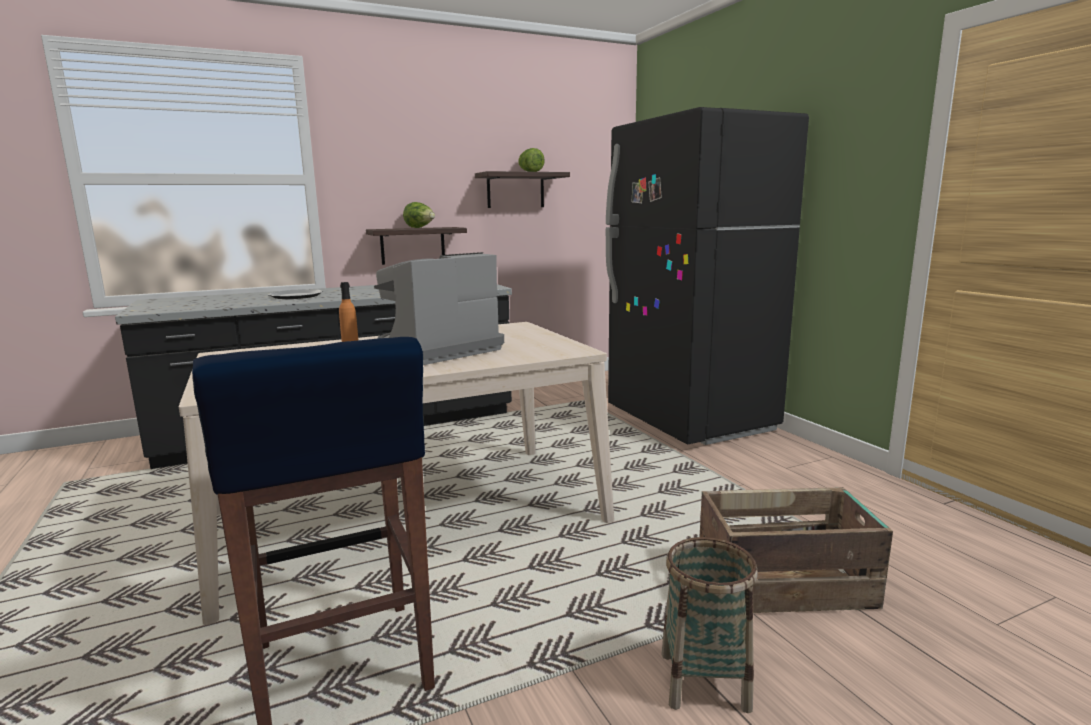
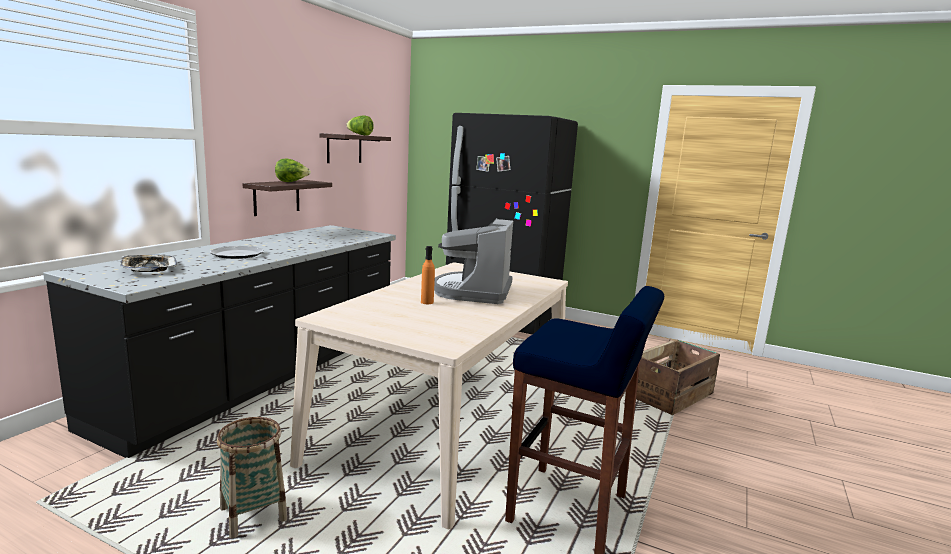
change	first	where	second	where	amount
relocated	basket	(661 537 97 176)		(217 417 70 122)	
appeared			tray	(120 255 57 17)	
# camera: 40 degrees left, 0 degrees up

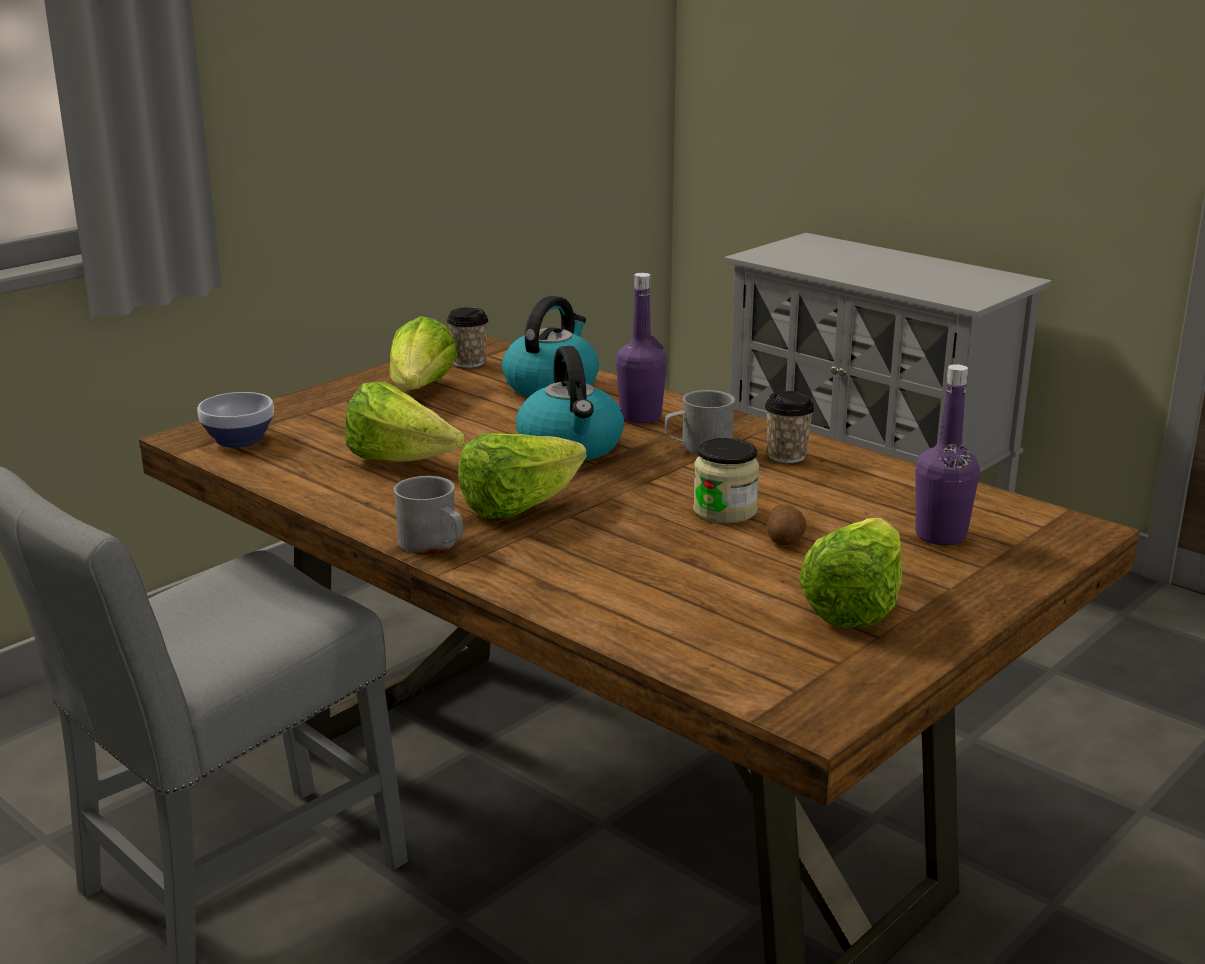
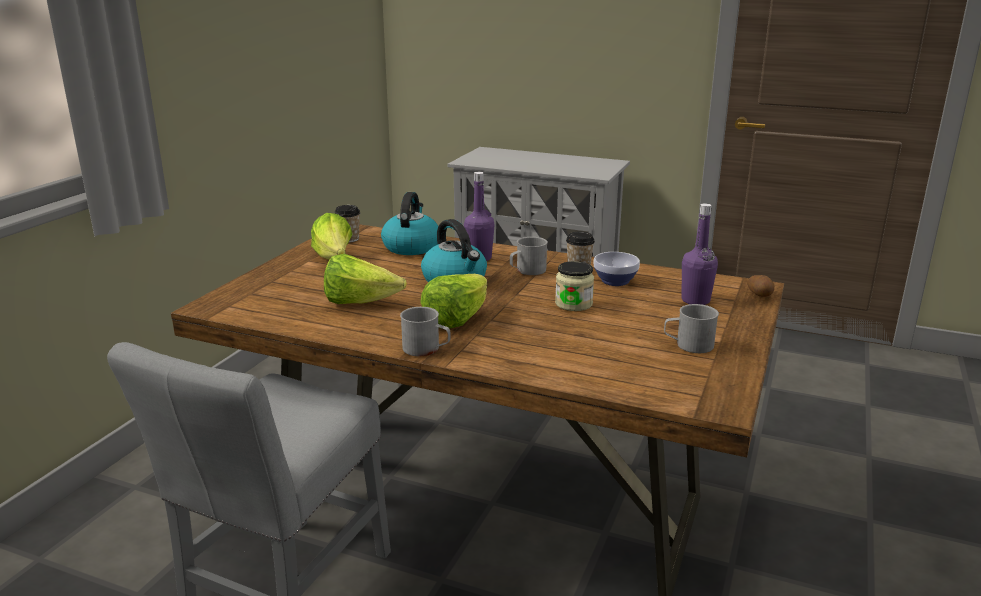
change	first	where	second	where	amount
relocated	bowl	(198 392 76 56)		(594 252 46 34)	
relocated	potato	(767 504 40 41)		(747 275 27 22)	
exchanged	lettuce	(799 518 103 110)	grey mug	(664 304 55 49)	
# camera: 20 degrees left, 0 degrees up

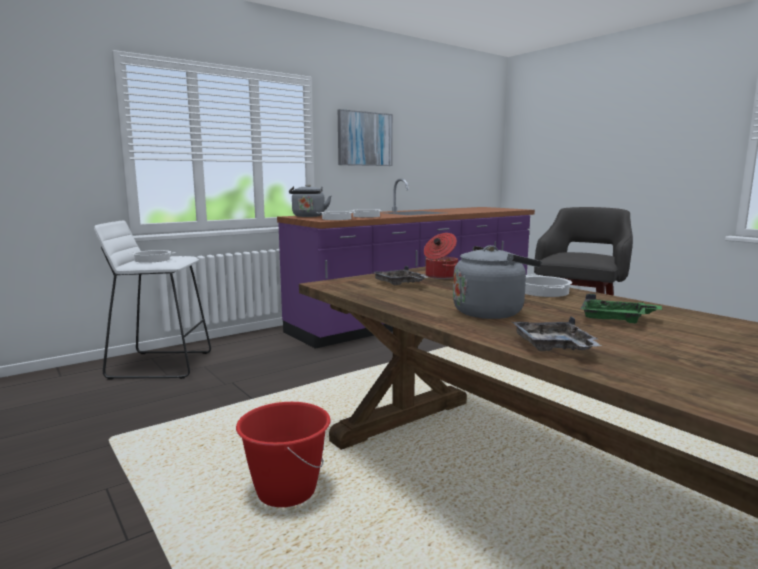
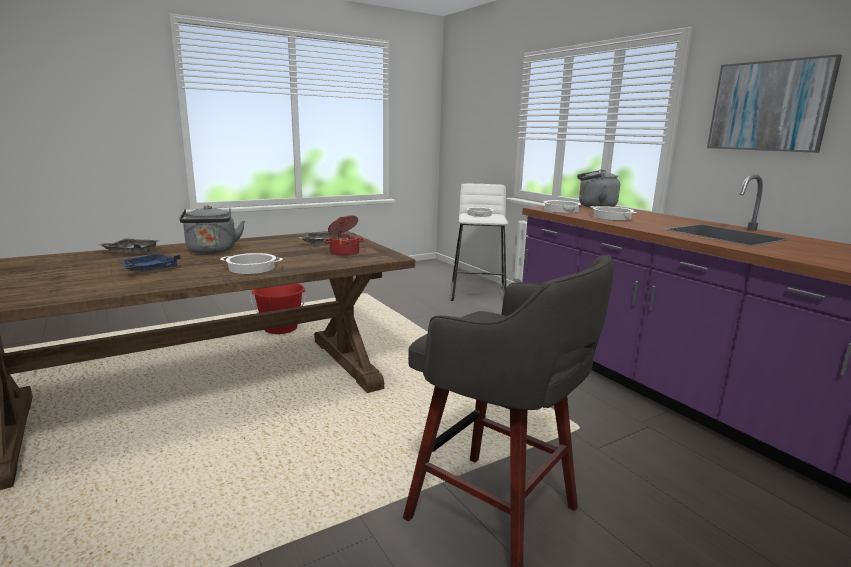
change	first	where	second	where	amount
colour	green tray	(581 294 81 29)	blue tray	(119 253 62 19)	
# camera: 95 degrees right, 5 degrees up

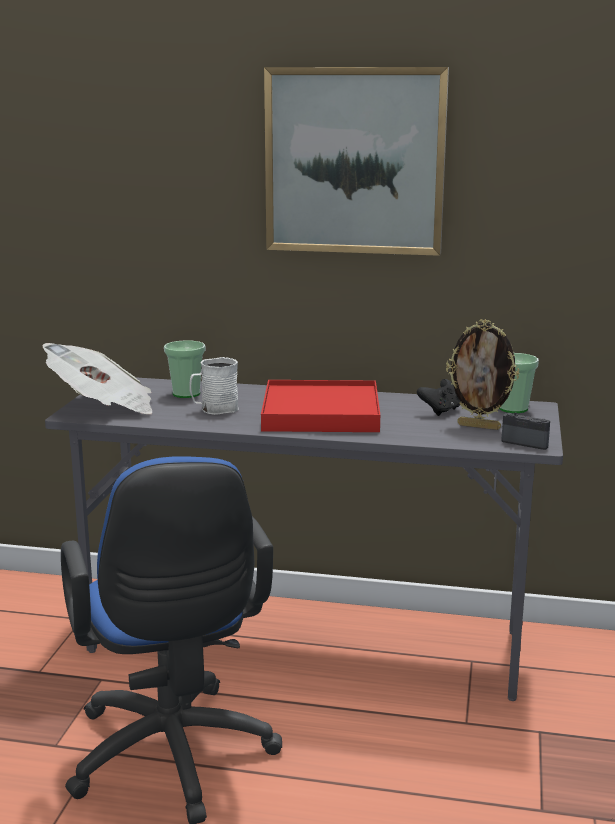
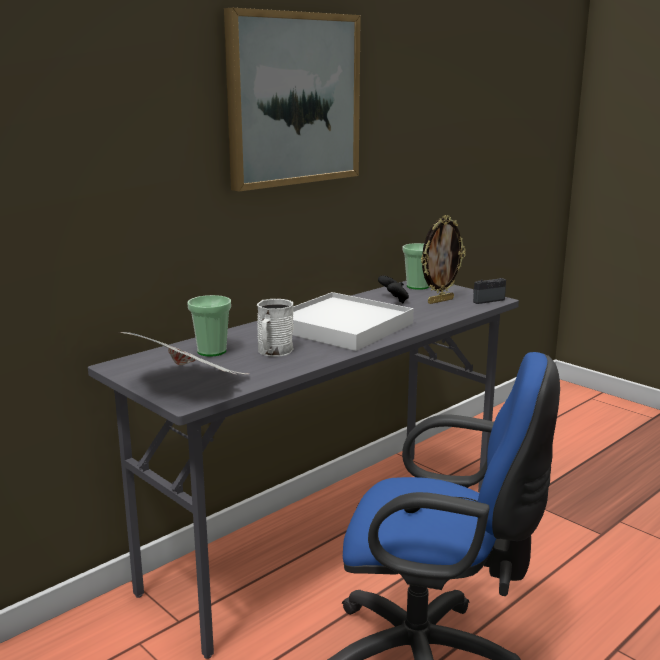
change	first	where	second	where	amount
colour	red tray	(261 380 119 52)	white tray	(293 292 121 59)	
# camera: 55 degrees left, 0 degrees up

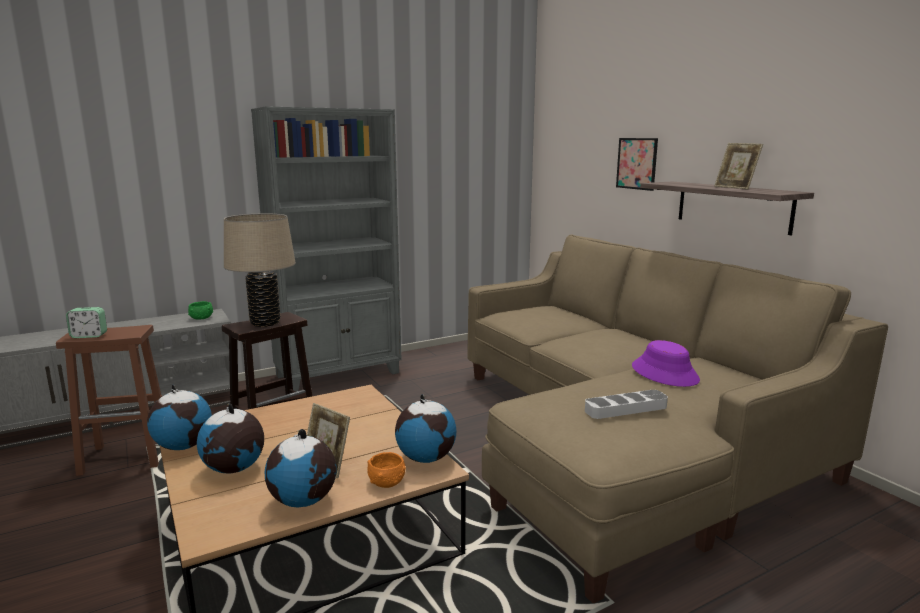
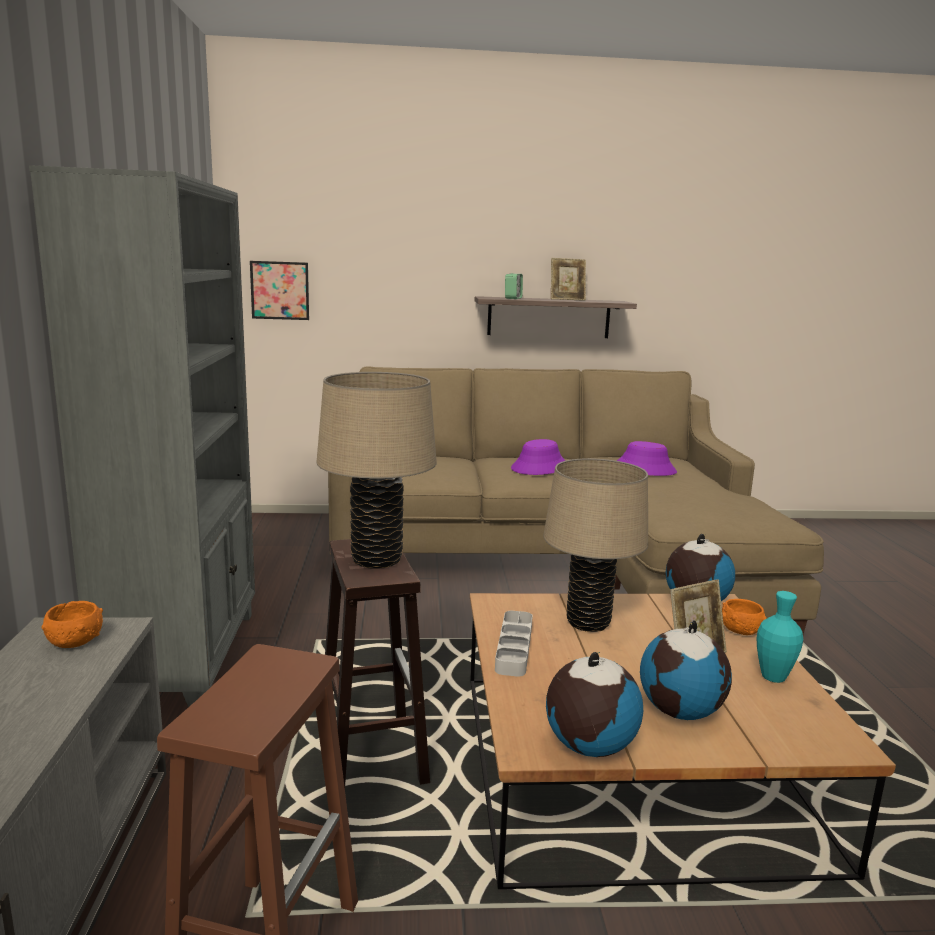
change	first	where	second	where	amount
relocated	picture	(616 138 42 53)		(250 261 59 59)	
colour	green bowl	(188 301 25 19)	orange bowl	(41 601 62 47)	
relocated	alarm clock	(66 307 41 31)		(505 273 18 26)	
relocated	grey tray	(585 390 83 29)		(495 610 38 67)	
exchanged	globe	(265 429 72 78)	turquoise vase	(757 591 46 92)	
appeared			purple hat	(511 439 54 36)	
appeared			beige table lamp	(543 458 105 174)	
# camera: 65 degrees left, 0 degrees up

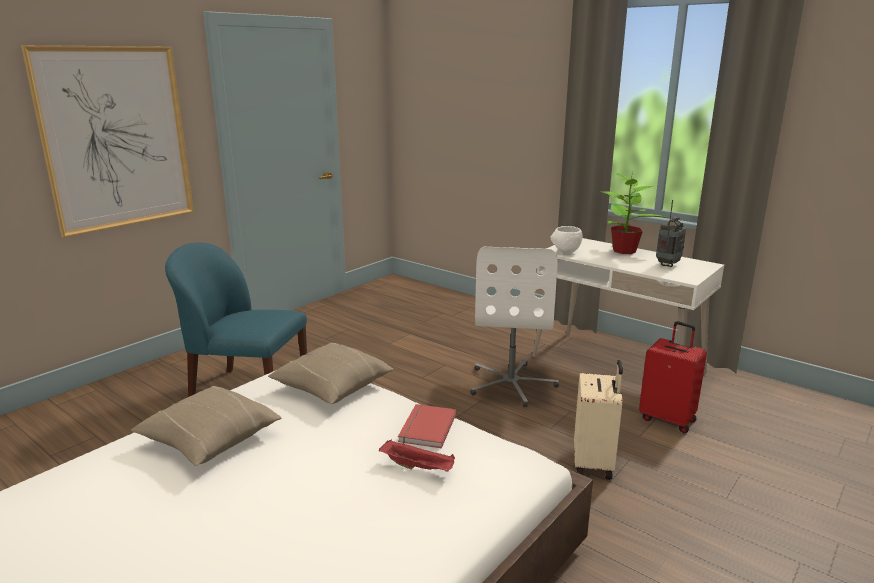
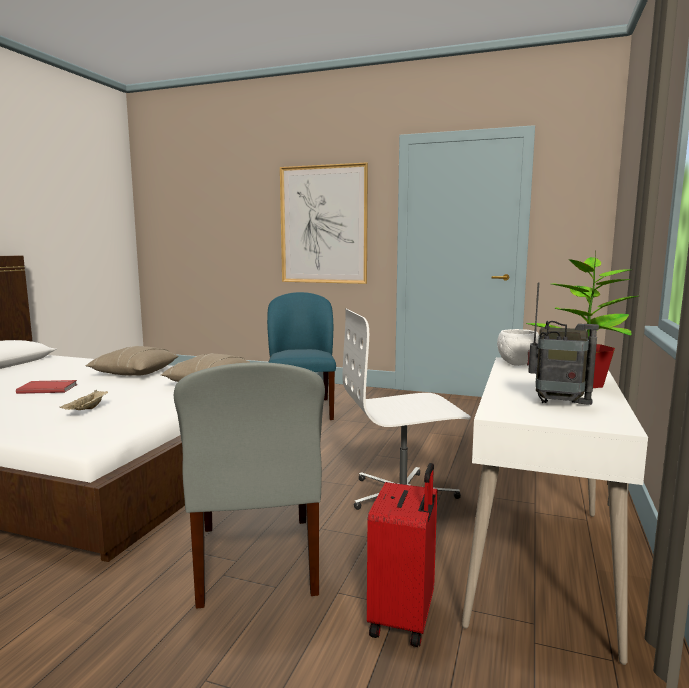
change	first	where	second	where	amount
exchanged	beige suitcase	(574 360 49 120)	grey chair	(174 362 151 247)	
relocated	red book	(398 404 59 45)		(16 380 61 14)	
colour	red tray	(379 439 76 33)	beige tray	(60 390 48 20)	
# camera: 70 degrees right, 10 degrees down

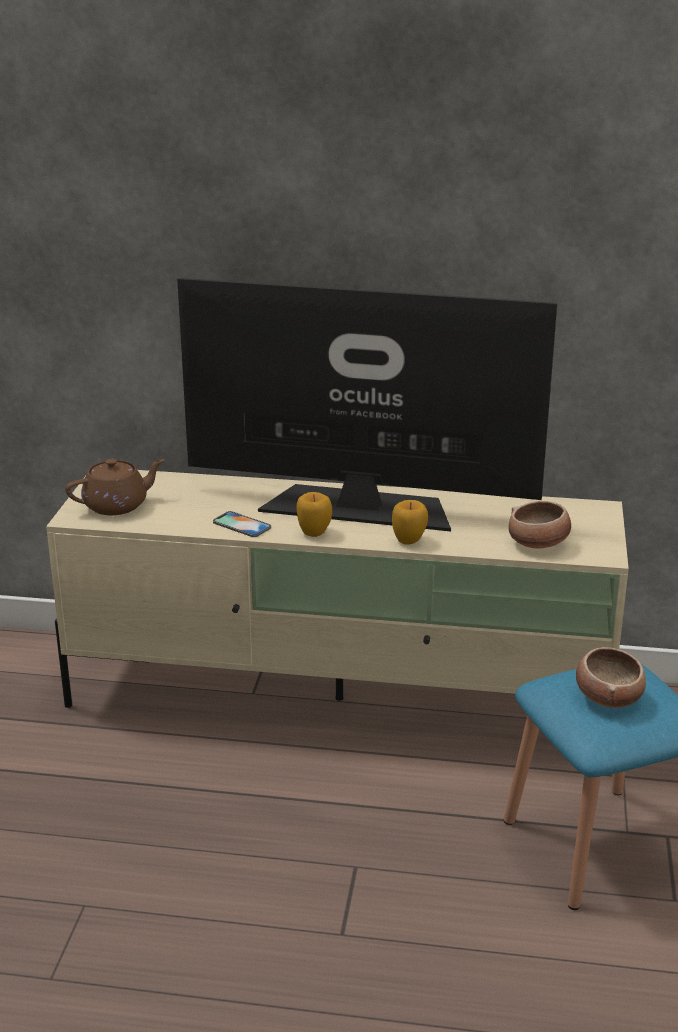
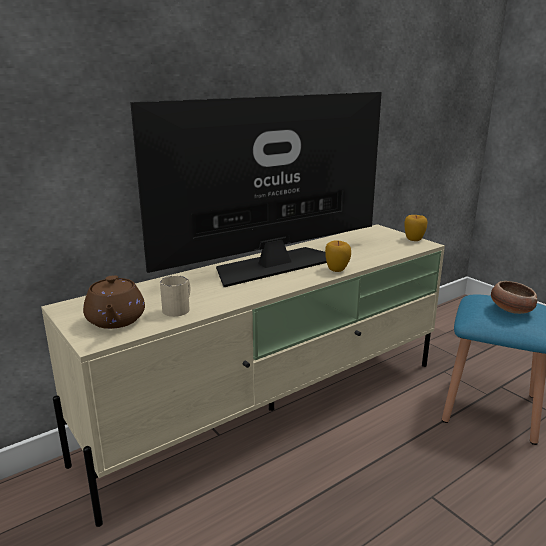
change	first	where	second	where	amount
spun	brown teapot	(65 459 100 56)		(83 275 62 54)	150 degrees clockwise
relocated	apple	(296 492 36 45)		(404 215 23 26)	
missing	bowl	(509 501 62 48)			
missing	phone	(213 511 58 26)			
appeared			beige mug	(160 276 30 41)	
# camera: 45 degrees left, 5 degrees down

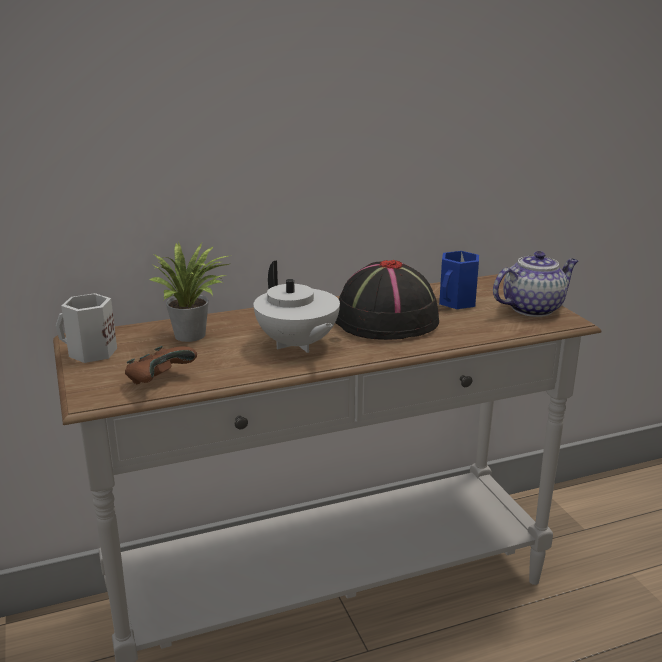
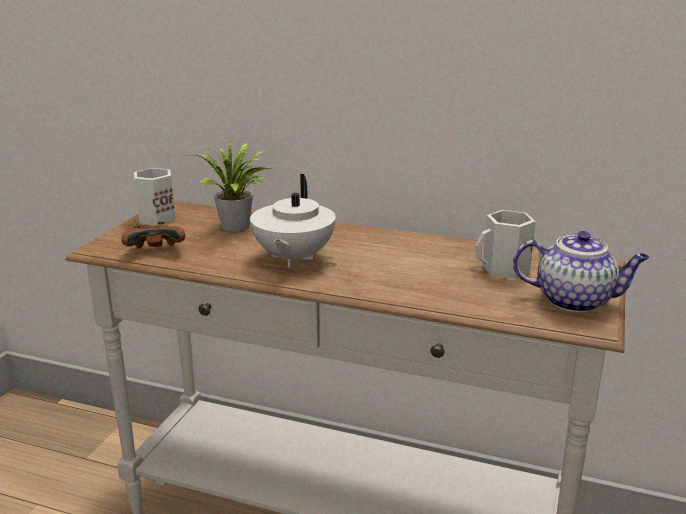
change	first	where	second	where	amount
colour	blue mug	(439 251 40 58)	white mug	(475 210 61 69)	
missing	black hat	(335 259 104 81)			
# camera: 40 degrees right, 0 degrees up

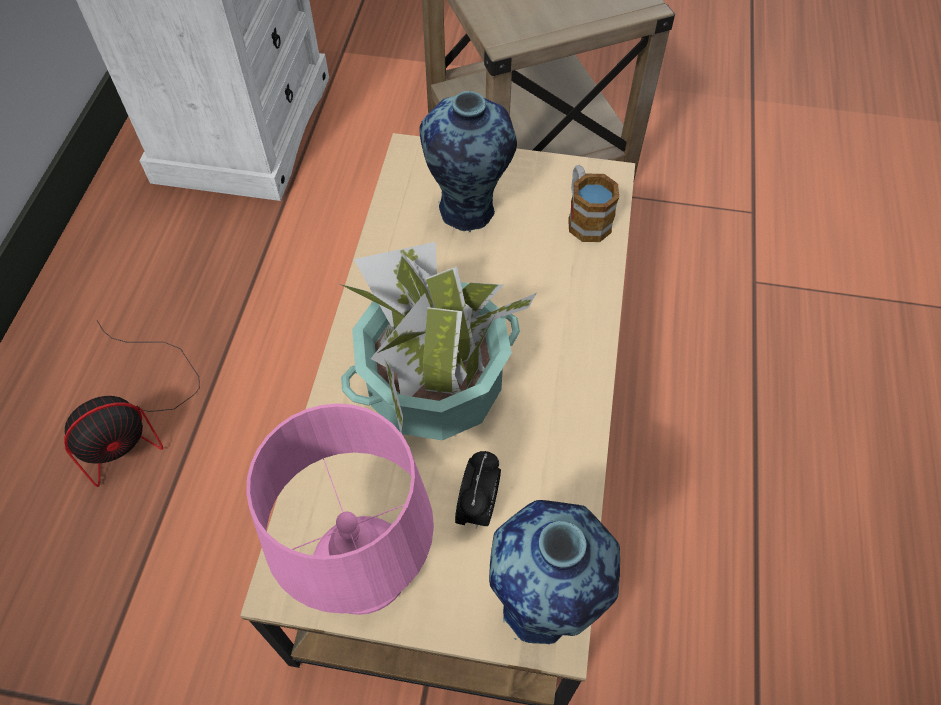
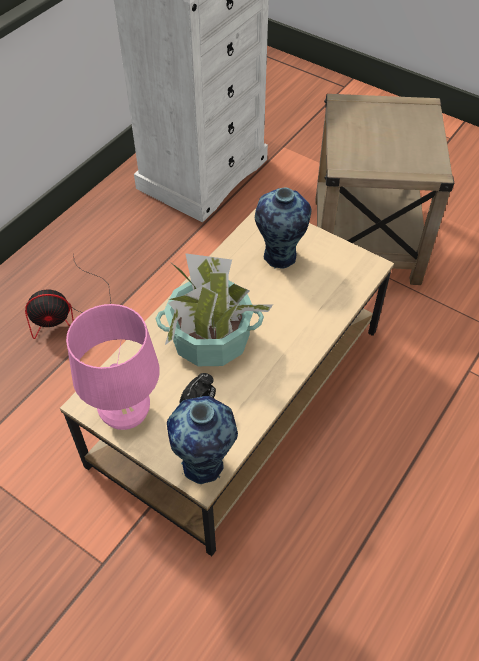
change	first	where	second	where	amount
missing	mug	(568 165 51 77)			
# camera: 25 degrees right, 5 degrees down

